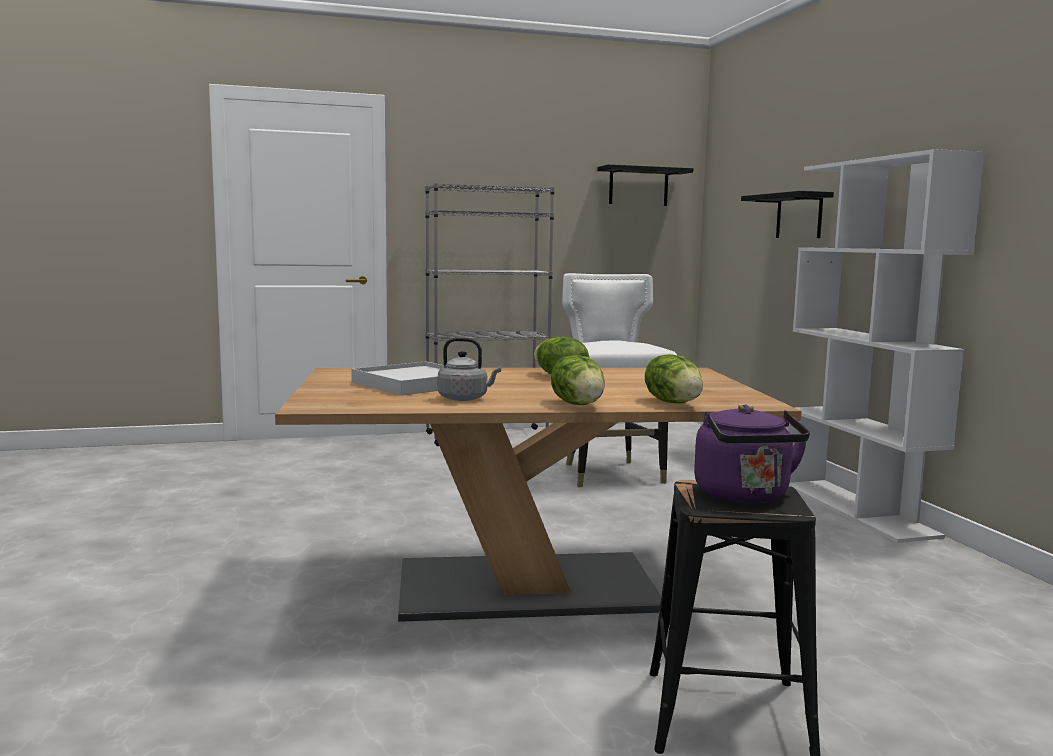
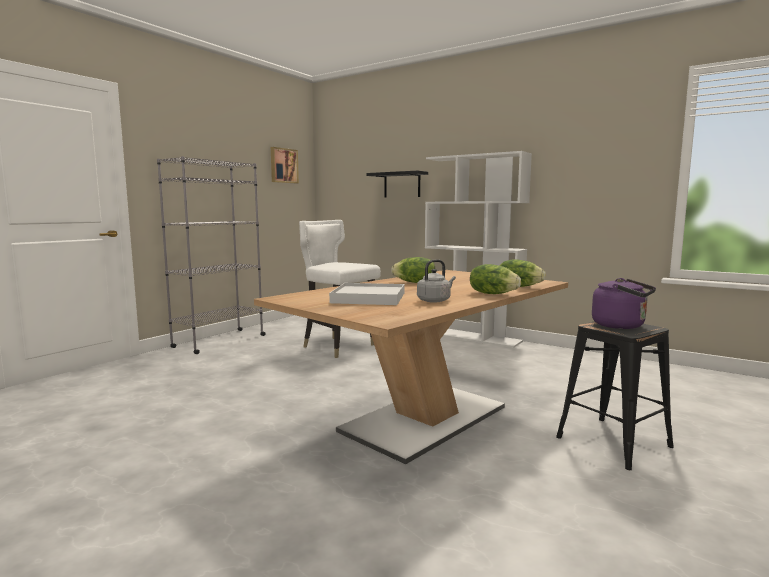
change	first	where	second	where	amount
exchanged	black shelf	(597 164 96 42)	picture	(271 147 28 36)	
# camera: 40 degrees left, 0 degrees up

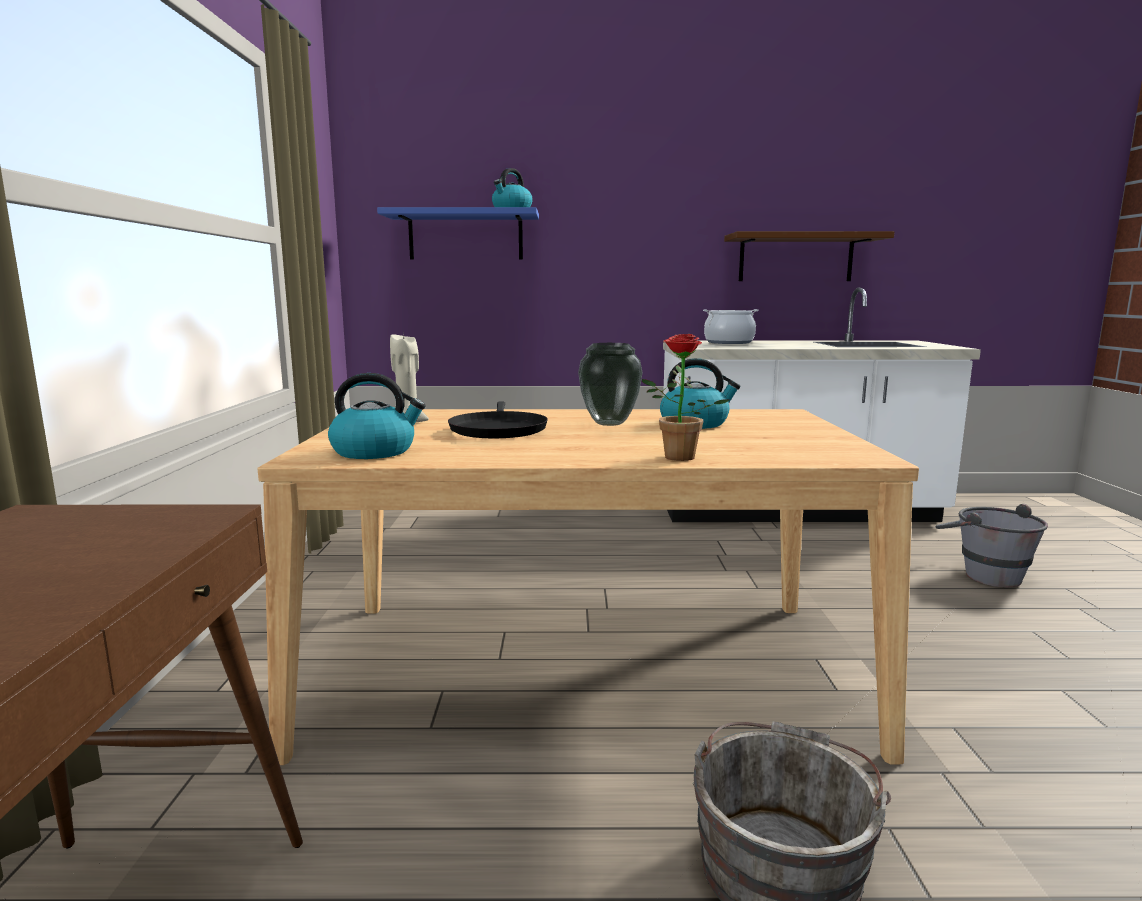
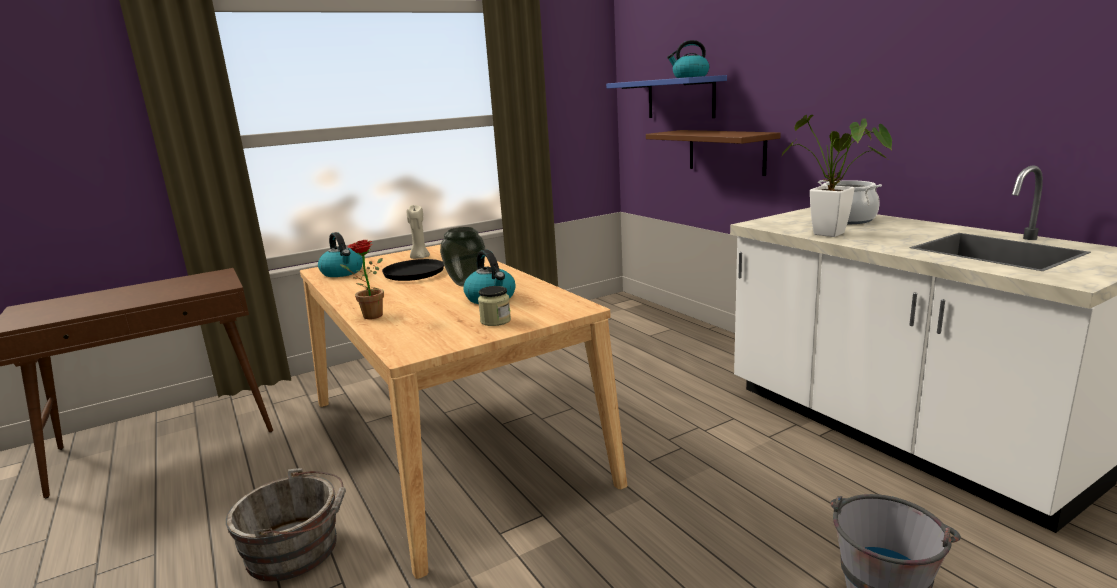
change	first	where	second	where	amount
relocated	brown shelf	(724 231 171 50)		(646 130 135 46)	
appeared			potted plant	(782 115 110 122)	
appeared			jar	(478 286 33 40)	
# camera: 60 degrees right, 5 degrees up

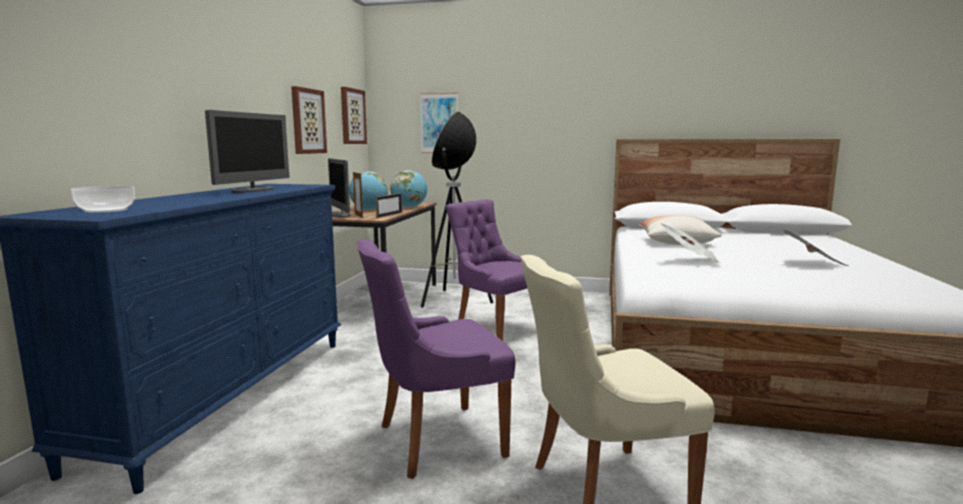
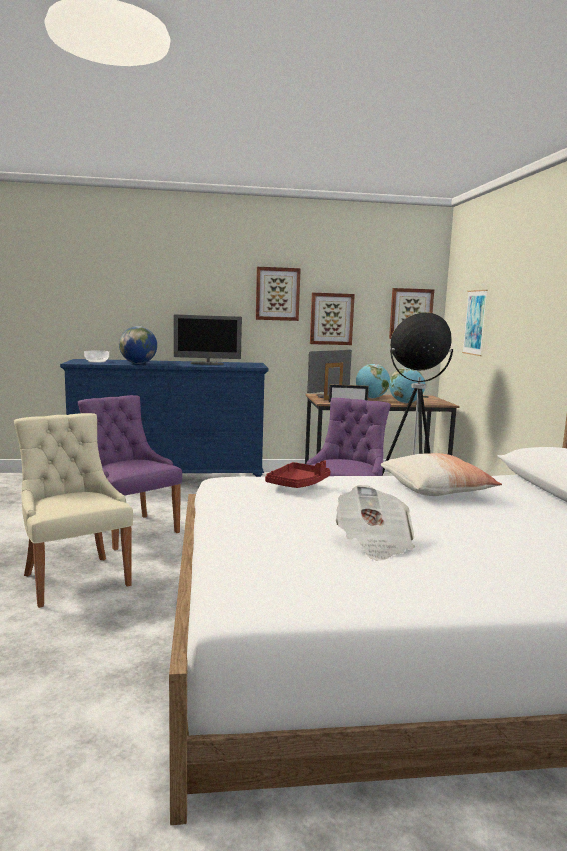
change	first	where	second	where	amount
exchanged	newspaper	(660 223 60 40)	red tray	(265 460 65 28)	
appeared			picture	(256 267 45 54)	
appeared			globe	(119 326 38 38)	
# camera: 70 degrees right, 0 degrees up

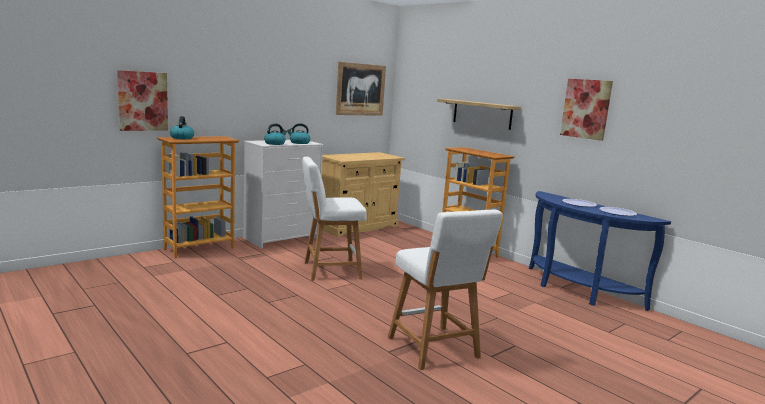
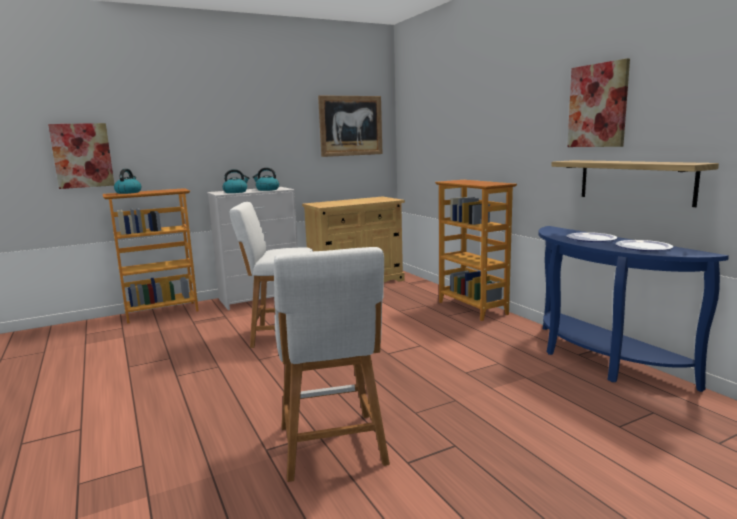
change	first	where	second	where	amount
relocated	shelf	(437 99 84 31)		(551 160 168 47)	
# camera: 15 degrees right, 0 degrees up

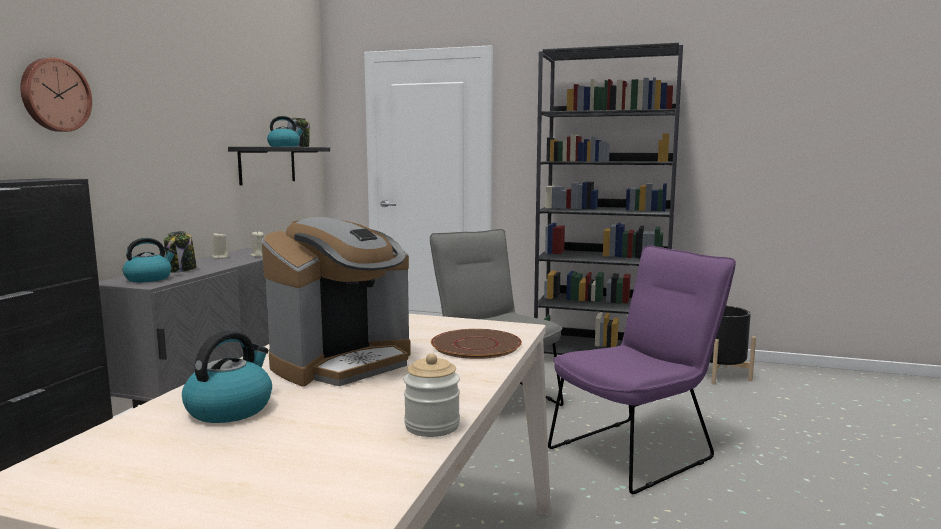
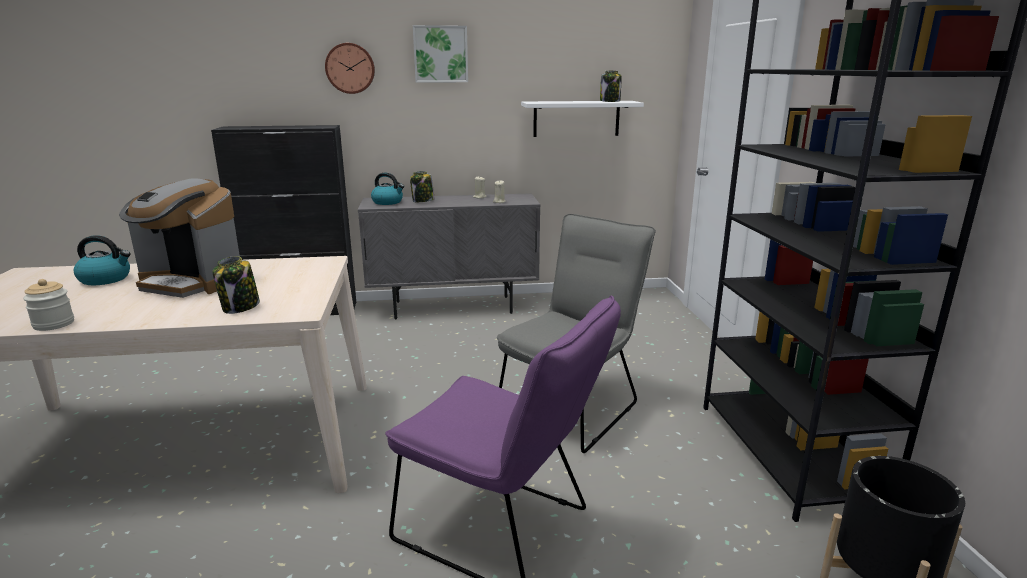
change	first	where	second	where	amount
missing	kettle	(267 116 37 31)			
colour	black shelf	(228 147 102 38)	white shelf	(521 101 123 36)	
exchanged	brown plate	(431 329 91 30)	jar	(212 256 48 58)	
appeared			picture	(413 25 55 58)	
# camera: 65 degrees right, 10 degrees up

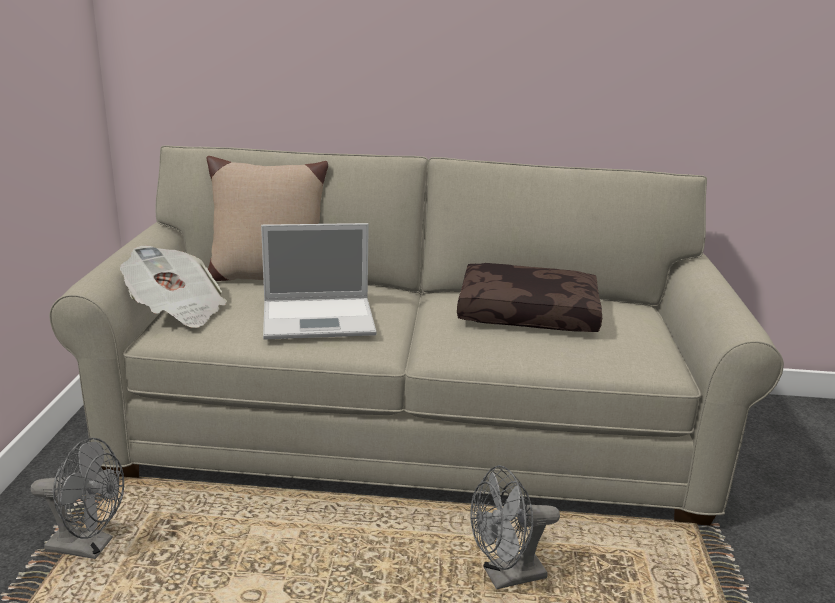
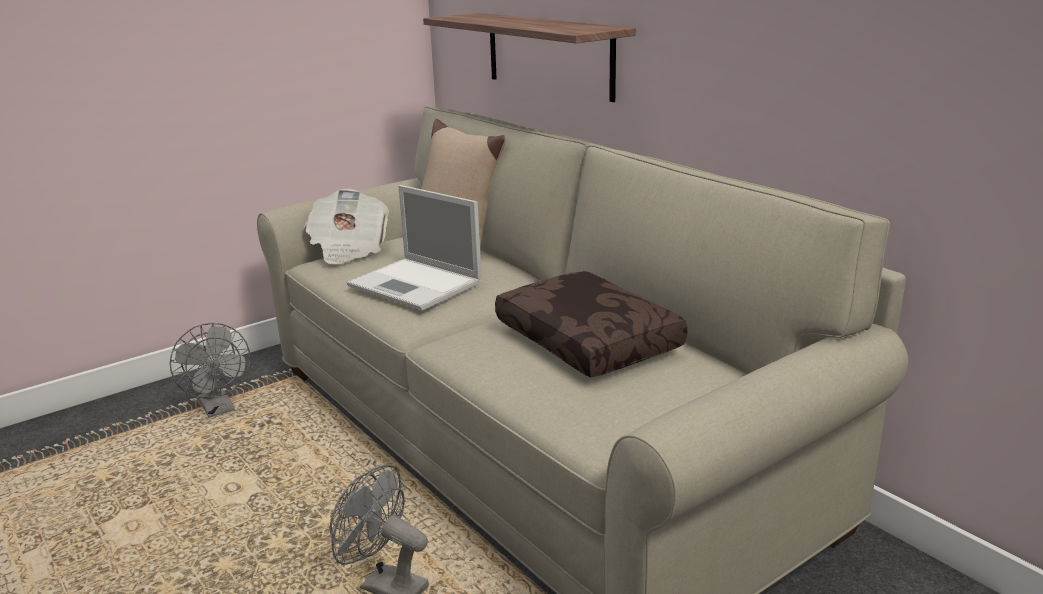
change	first	where	second	where	amount
appeared			shelf	(423 13 213 89)	
# camera: 50 degrees right, 0 degrees up

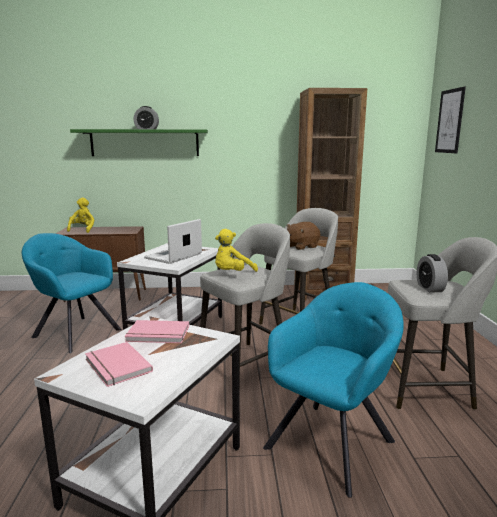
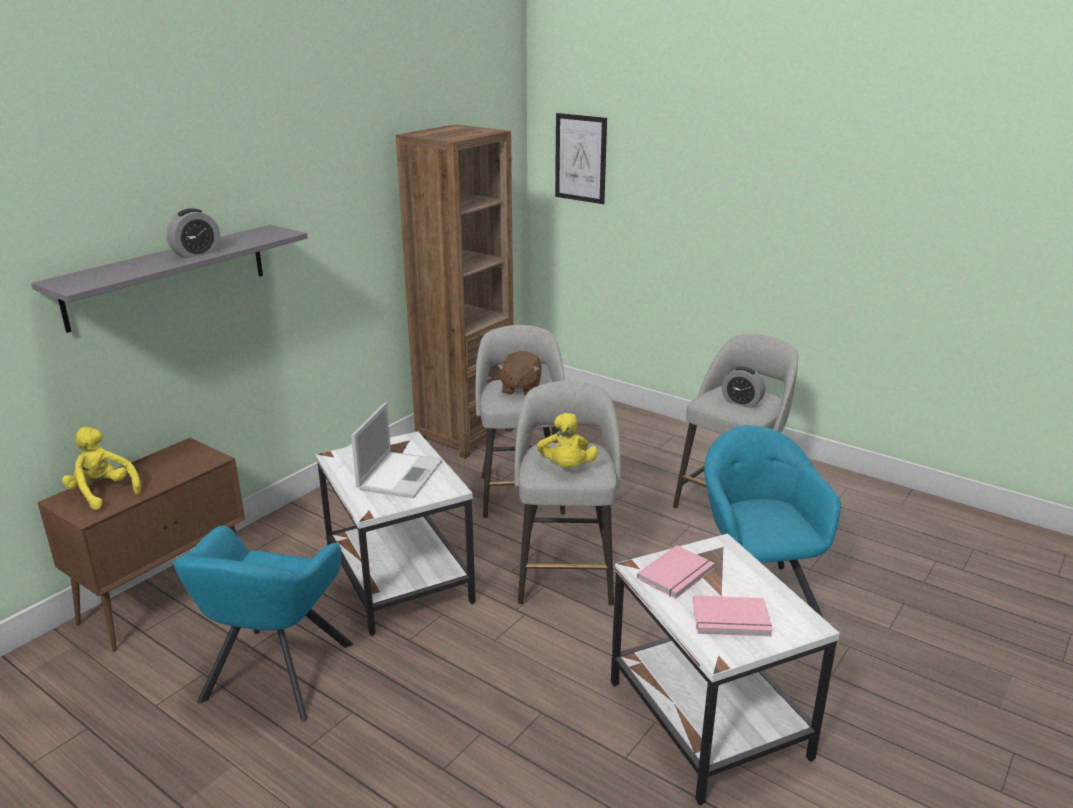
change	first	where	second	where	amount
colour	green shelf	(70 129 138 27)	grey shelf	(31 225 277 108)	
spun	laptop	(144 219 58 45)		(351 402 91 96)	150 degrees counterclockwise
spun	turquoise armchair	(22 233 100 120)		(174 526 179 196)	60 degrees counterclockwise
# camera: 50 degrees left, 10 degrees up

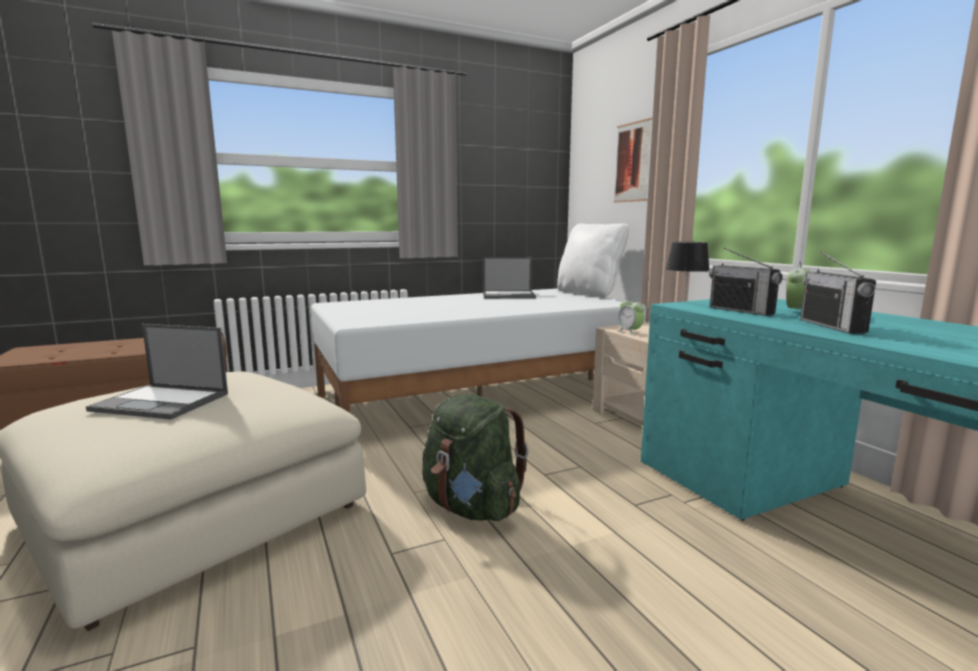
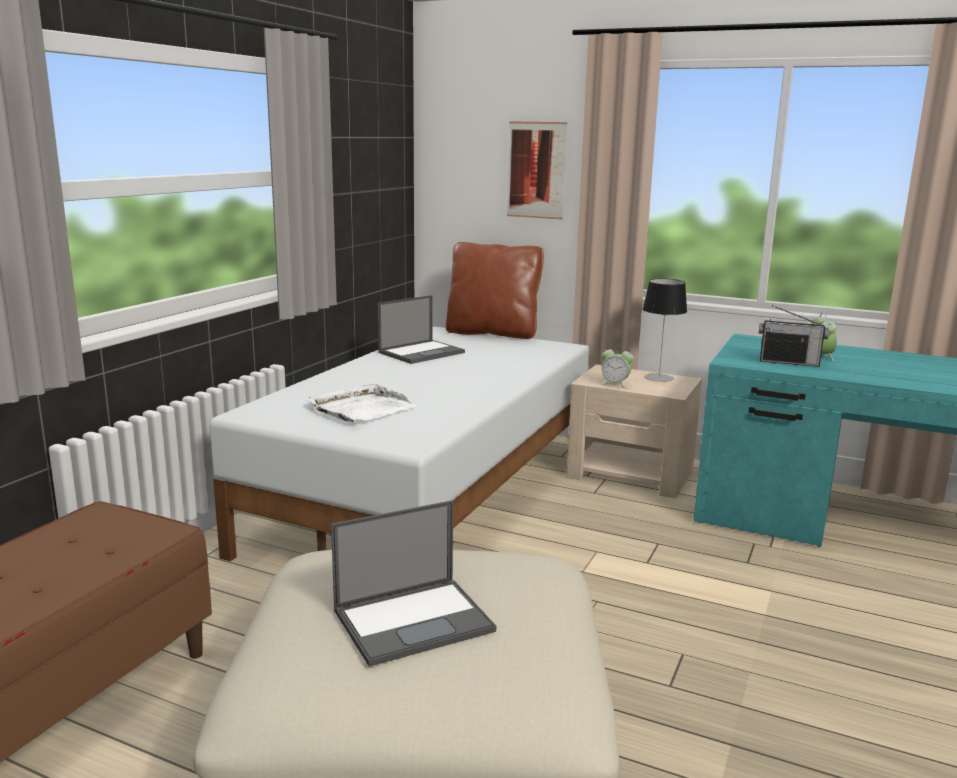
change	first	where	second	where	amount
colour	white pillow	(557 223 72 74)	brown pillow	(446 242 98 97)	
missing	radio	(801 252 75 82)			
missing	green backpack	(422 394 107 127)			
appeared			white tray	(308 384 109 39)	
# camera: 40 degrees left, 5 degrees up

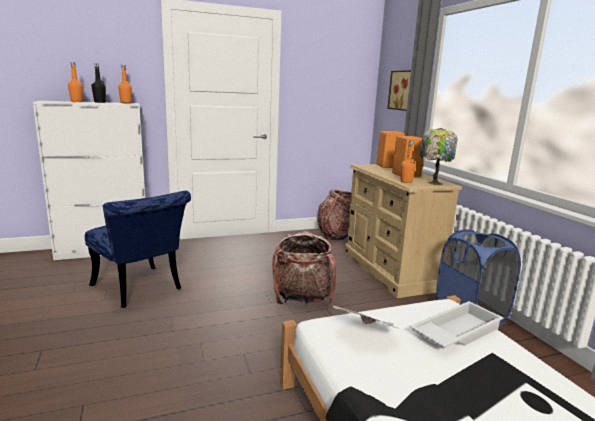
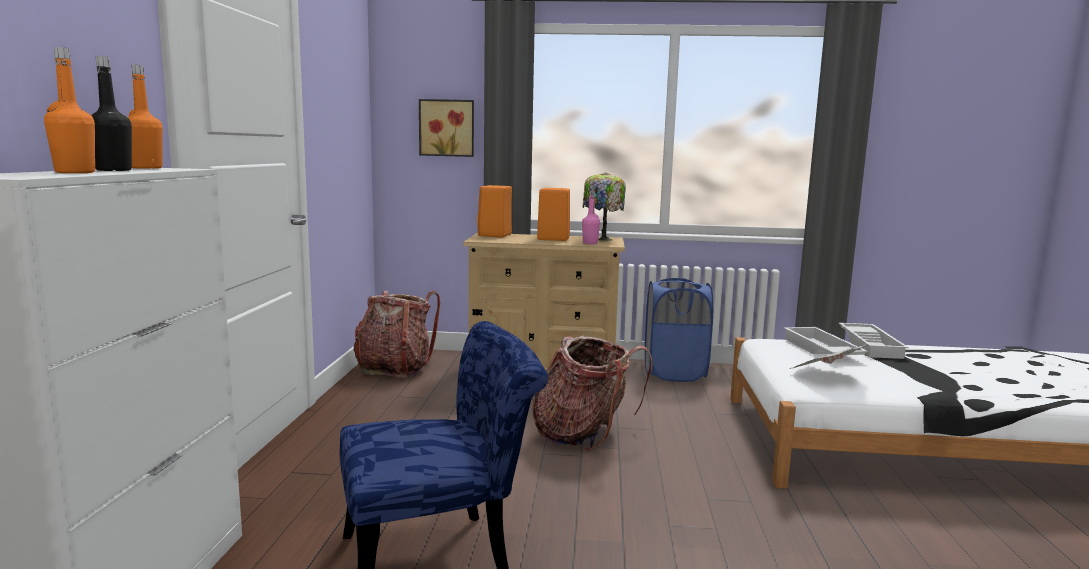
change	first	where	second	where	amount
colour	orange bottle	(401 140 15 43)	pink bottle	(582 191 18 53)	
appeared			white tray	(839 323 70 36)	
# camera: 65 degrees left, 5 degrees down

